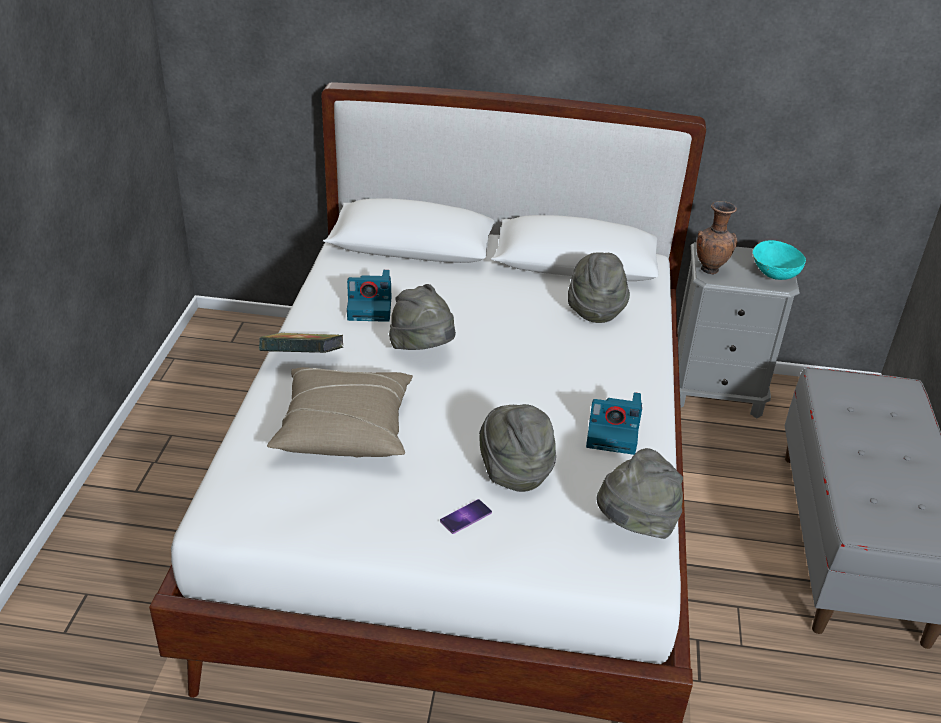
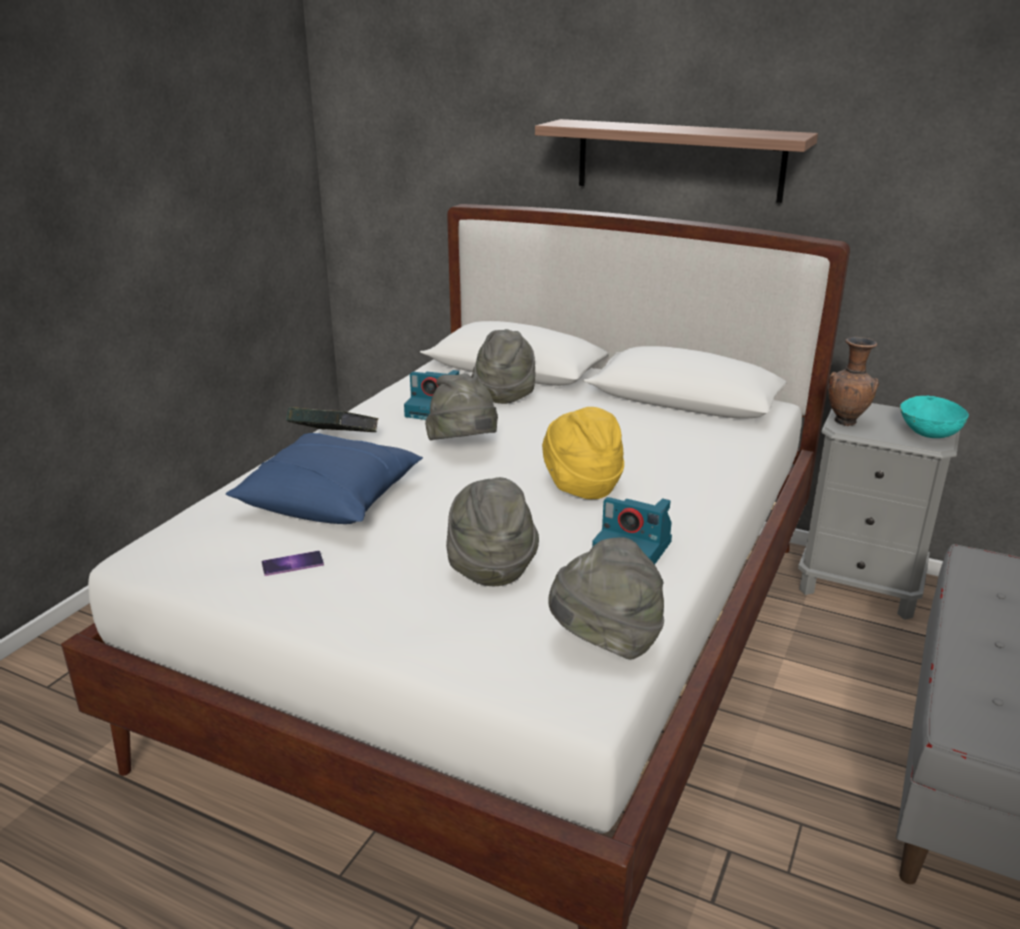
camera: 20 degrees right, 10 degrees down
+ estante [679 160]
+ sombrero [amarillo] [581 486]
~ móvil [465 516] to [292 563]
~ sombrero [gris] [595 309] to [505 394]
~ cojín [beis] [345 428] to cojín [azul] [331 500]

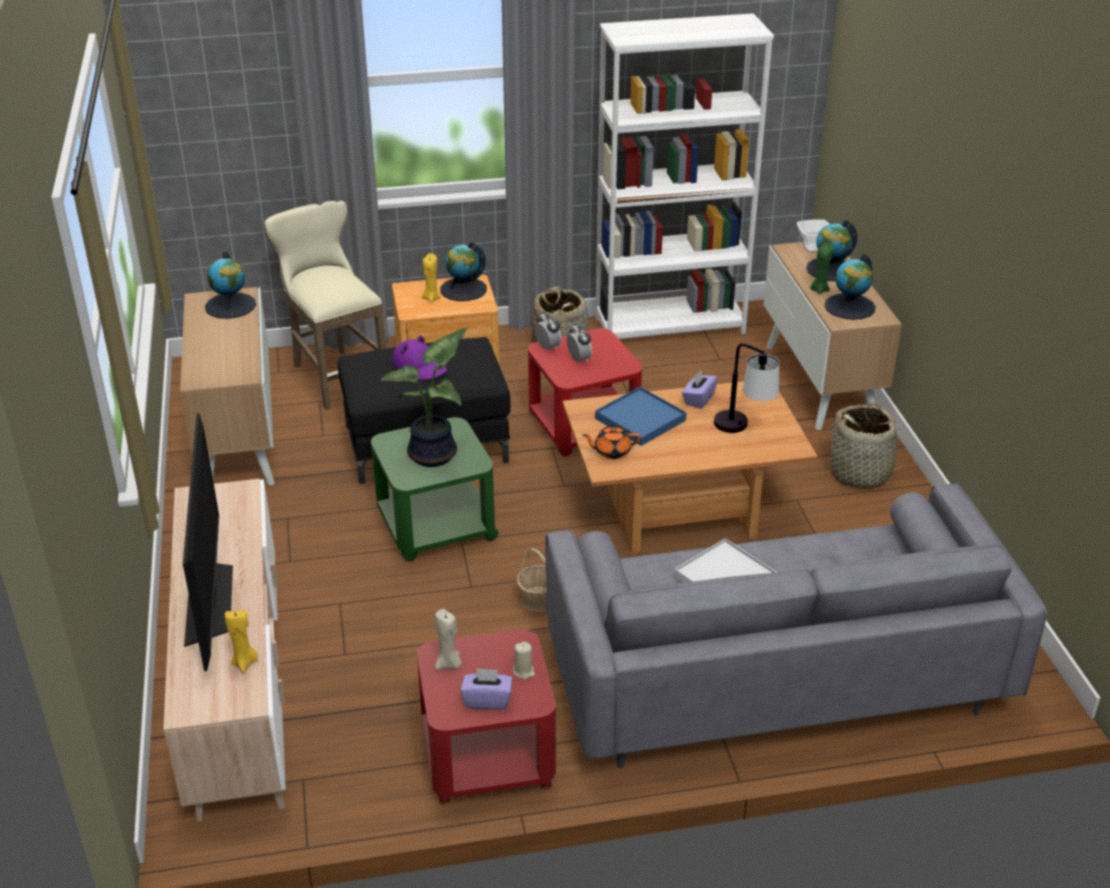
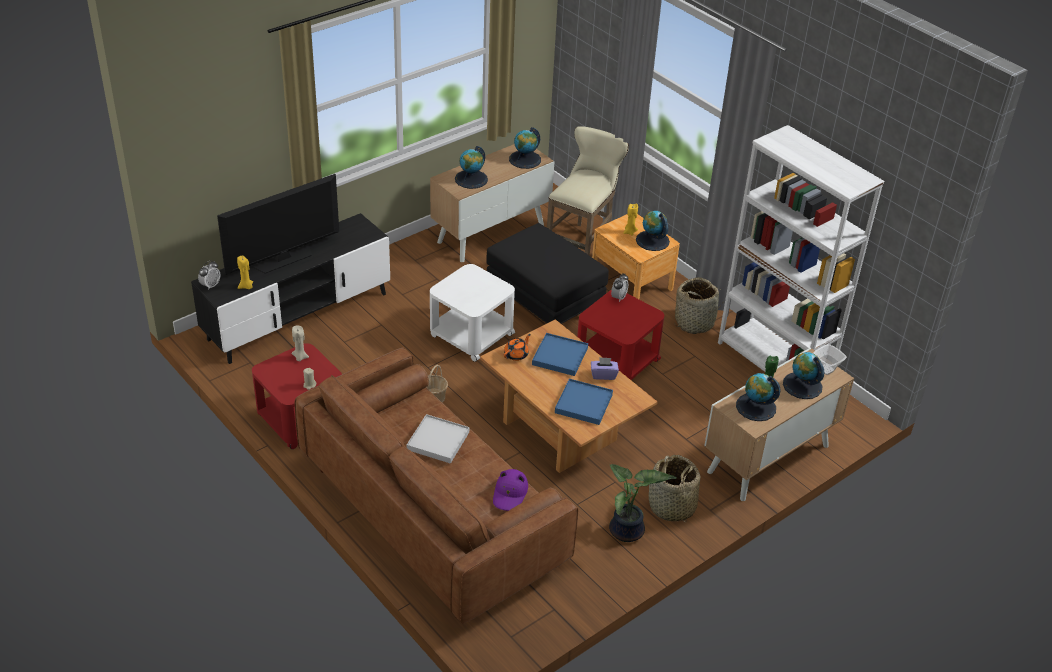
camera: 60 degrees right, 5 degrees up
- caja de pañuelos [morado] [487 700]
+ globo terráqueo [471 179]
~ planta en maceta [436 455] to [628 532]
~ sombrero [morado] [419 366] to [510 493]
~ despertador [579 360] to [210 285]
~ lámpara de mesa [743 430] to bandeja [azul] [583 404]
~ mueble de televisión [beis] [238 688] to mueble de televisión [negro] [298 316]
~ mesa auxiliar [verde] [435 525] to mesa auxiliar [blanco] [471 334]
~ sofá [gris] [774 676] to sofá [marrón] [432 515]
~ tetera [naranja] [611 451] = [516 354] 75 degrees clockwise

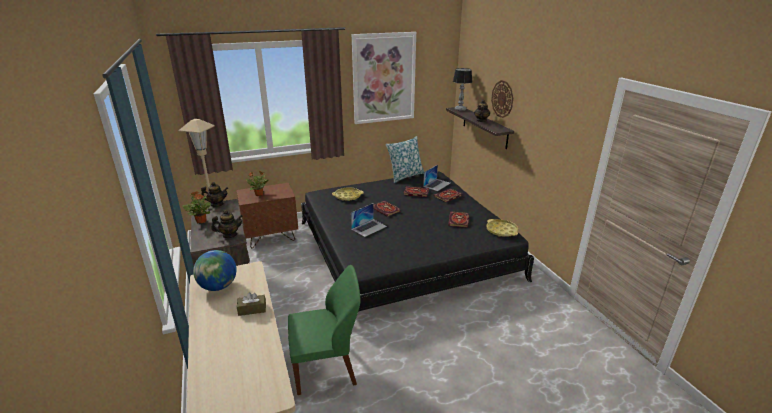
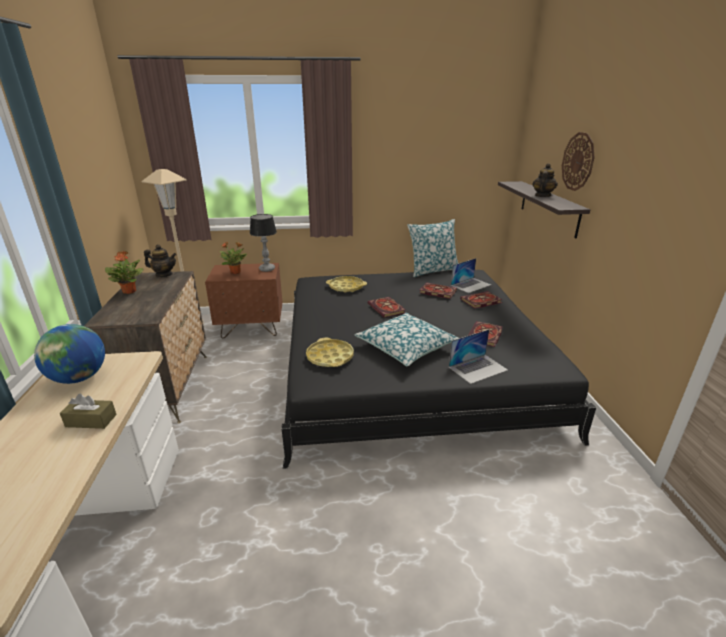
camera: 15 degrees right, 0 degrees up
- tetera [229 235]
- silla [verde] [327 368]
- cuadro [384 78]
+ cojín [405 347]
~ portátil [369 227] to [478 368]
~ lámpara de mesa [460 109] to [267 269]
~ bandeja [amarillo] [501 231] to [330 357]

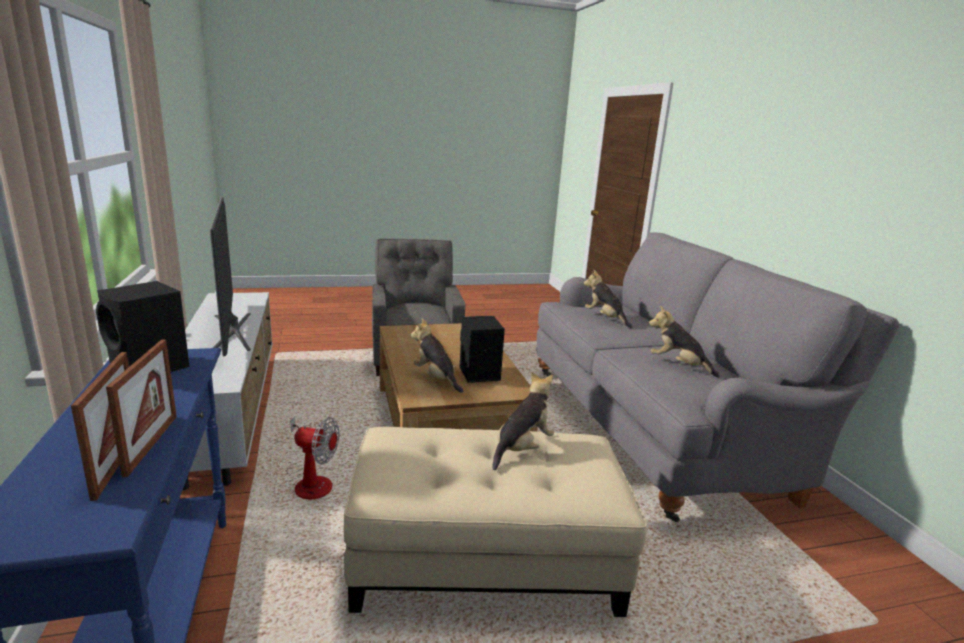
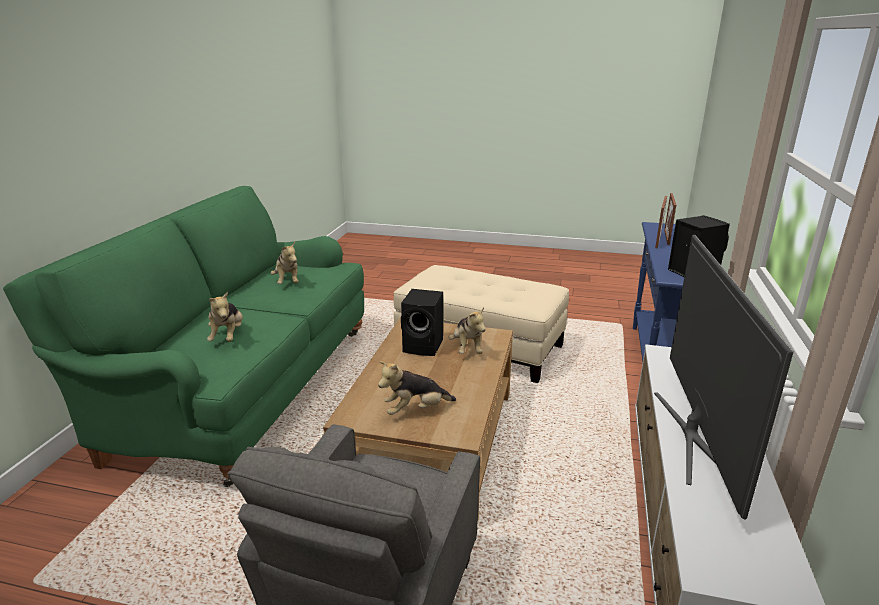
camera: 150 degrees left, 5 degrees up
- ventilador [310 481]
~ peluche [522 448] to [415 410]
~ sofá [gris] [658 428] to sofá [verde] [240 388]

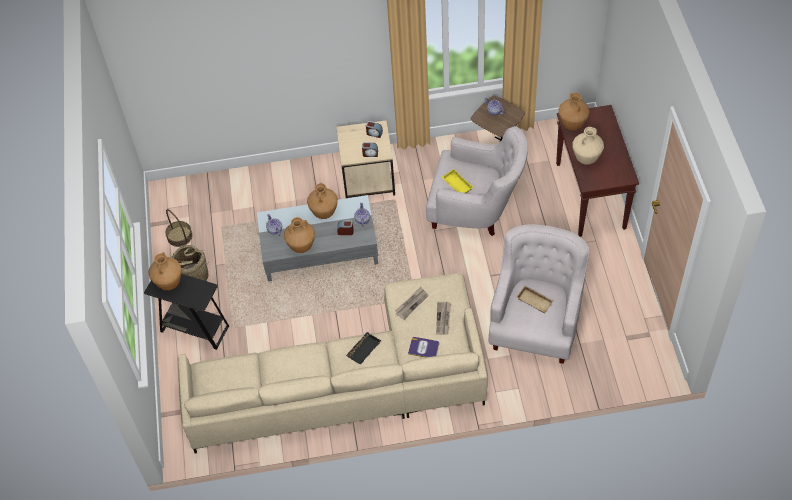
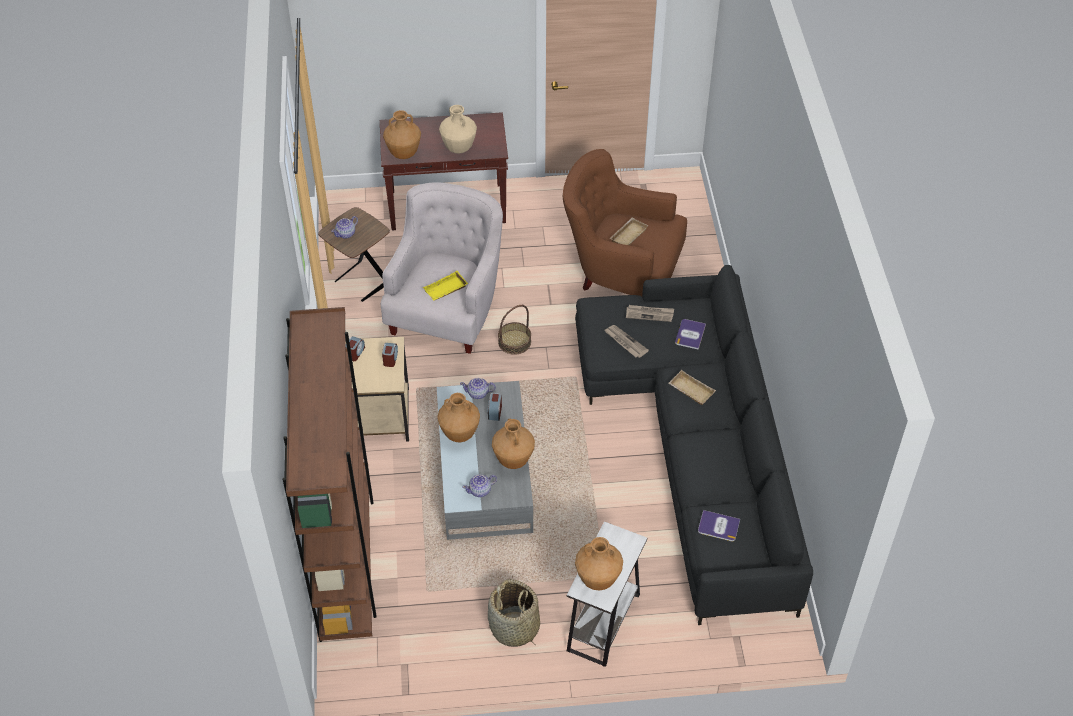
camera: 90 degrees left, 5 degrees down
+ estantería [marrón] [346 559]
+ libro [718 526]
~ cesta [179 236] to [514 342]
~ mesa auxiliar [negro] [194 329] to mesa auxiliar [blanco] [603 622]
~ sofá [beis] [351 382] to sofá [negro] [695 446]
~ bandeja [negro] [363 349] to bandeja [beis] [690 391]
~ sillón [blanco] [536 322] to sillón [marrón] [621 270]

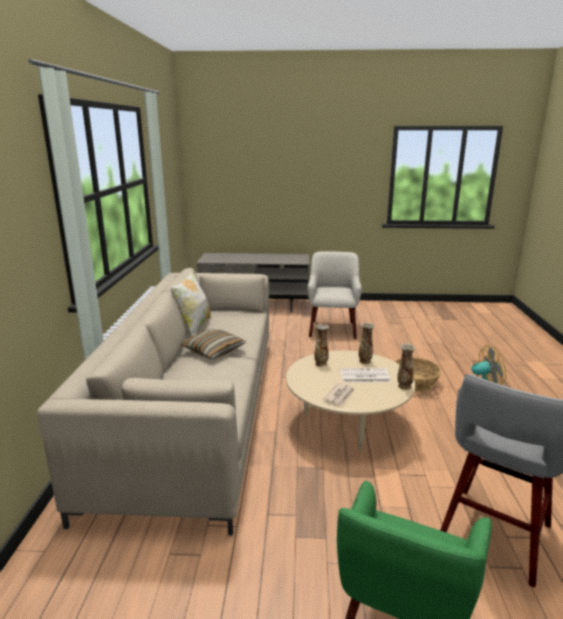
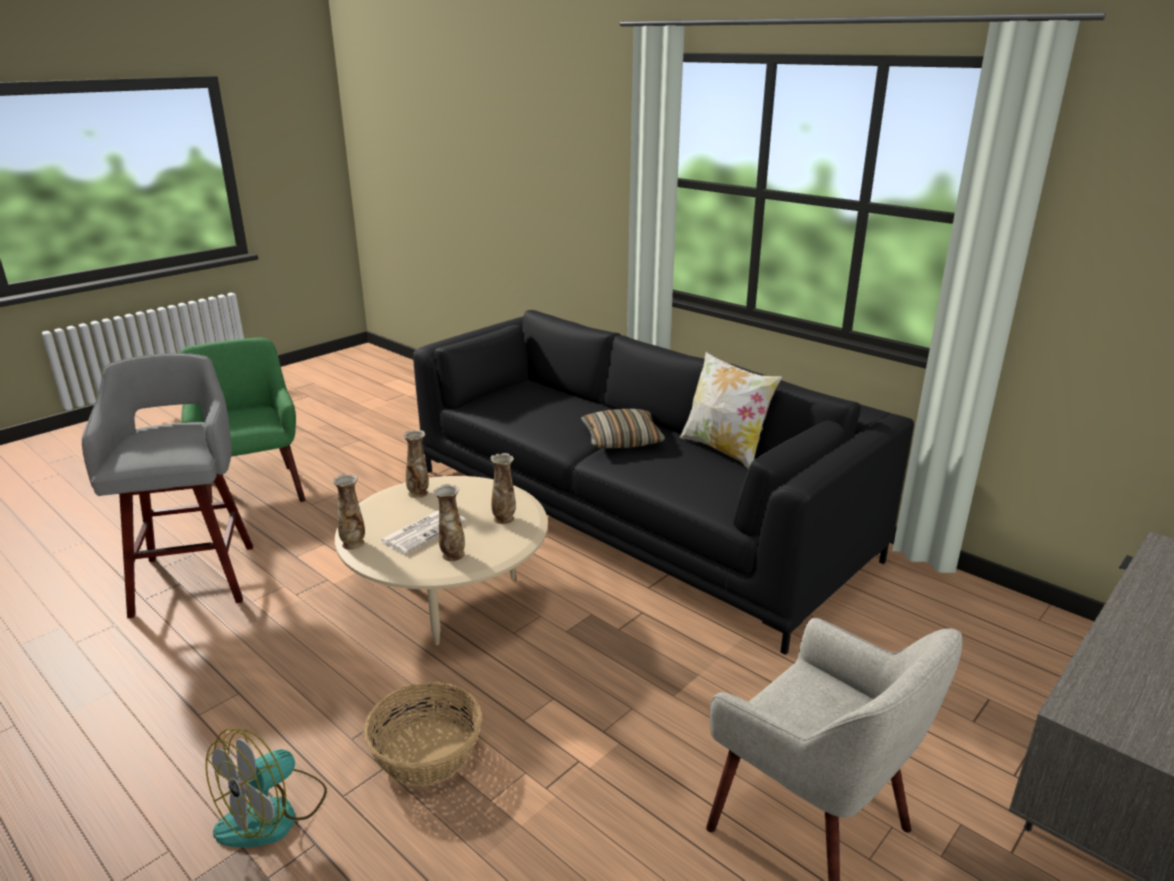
camera: 130 degrees right, 5 degrees up
~ periódico [340 396] to florero [418 493]
~ sofá [beis] [195 411] to sofá [negro] [633 513]

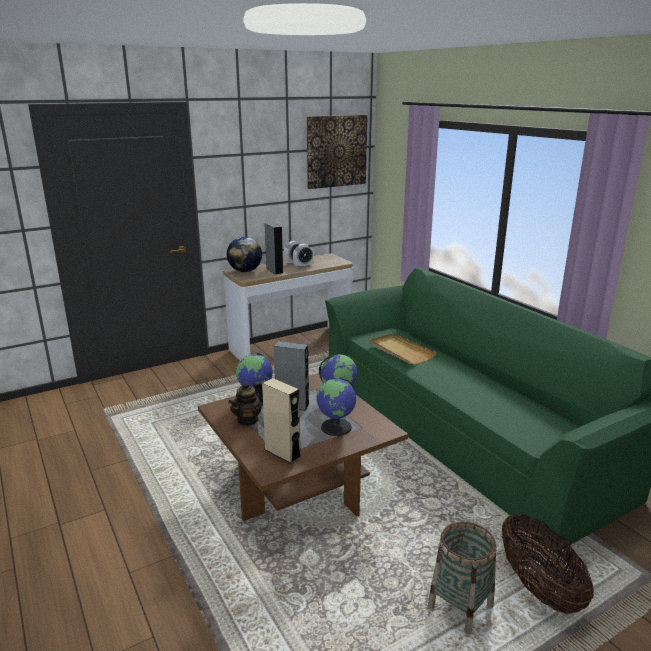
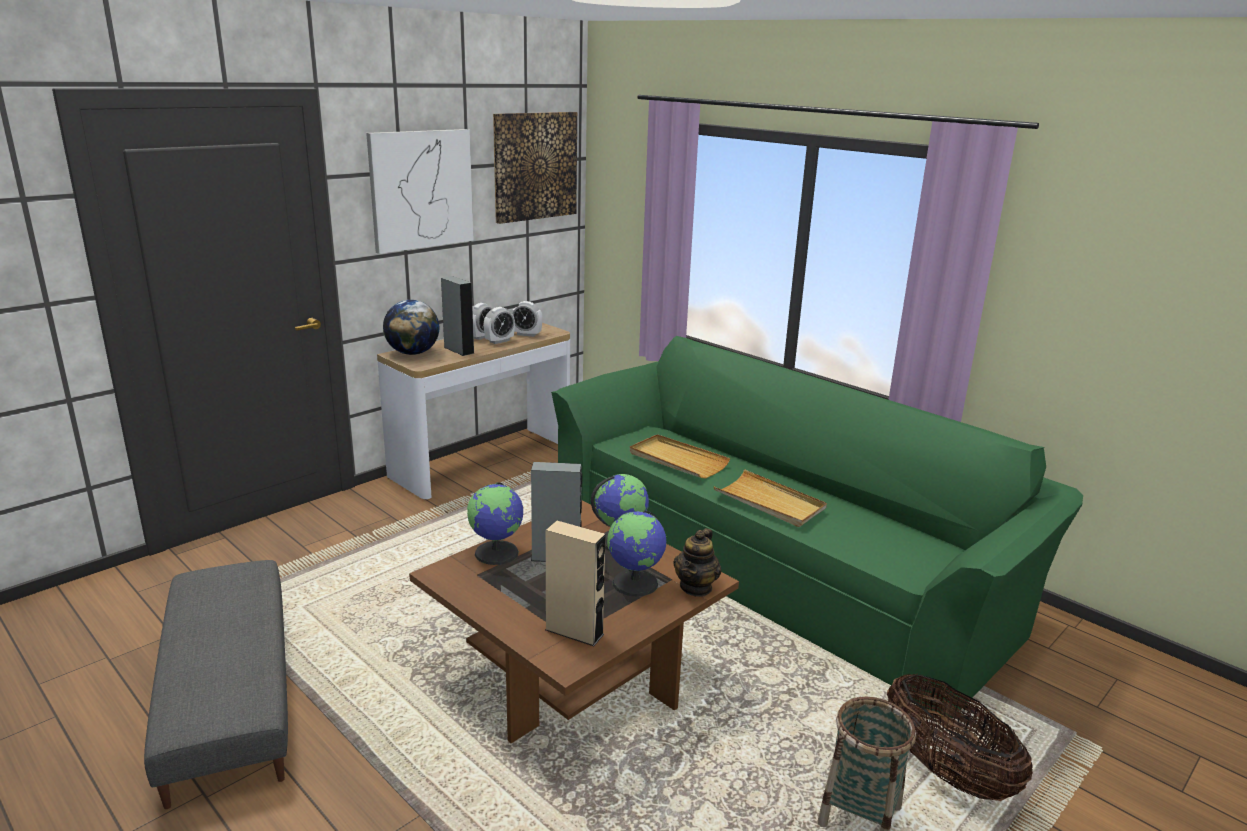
camera: 15 degrees left, 0 degrees up
+ puf [gris] [228 693]
+ cuadro [421 189]
+ despertador [526 334]
+ bandeja [beis] [769 502]
~ tetera [248 420] to [696 587]

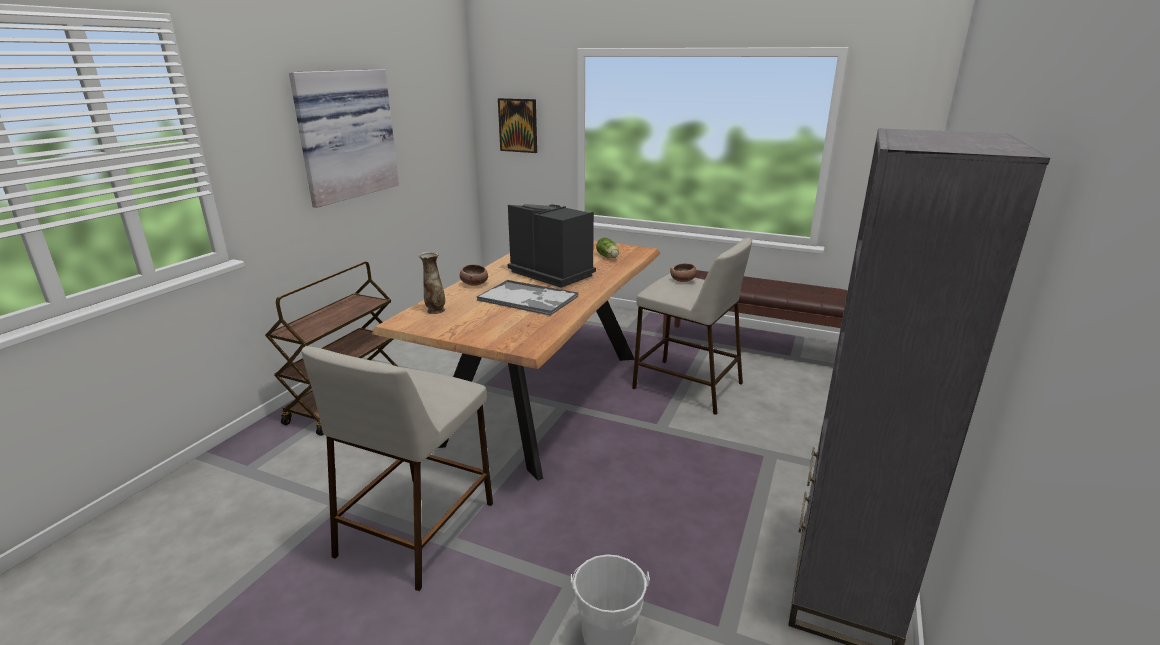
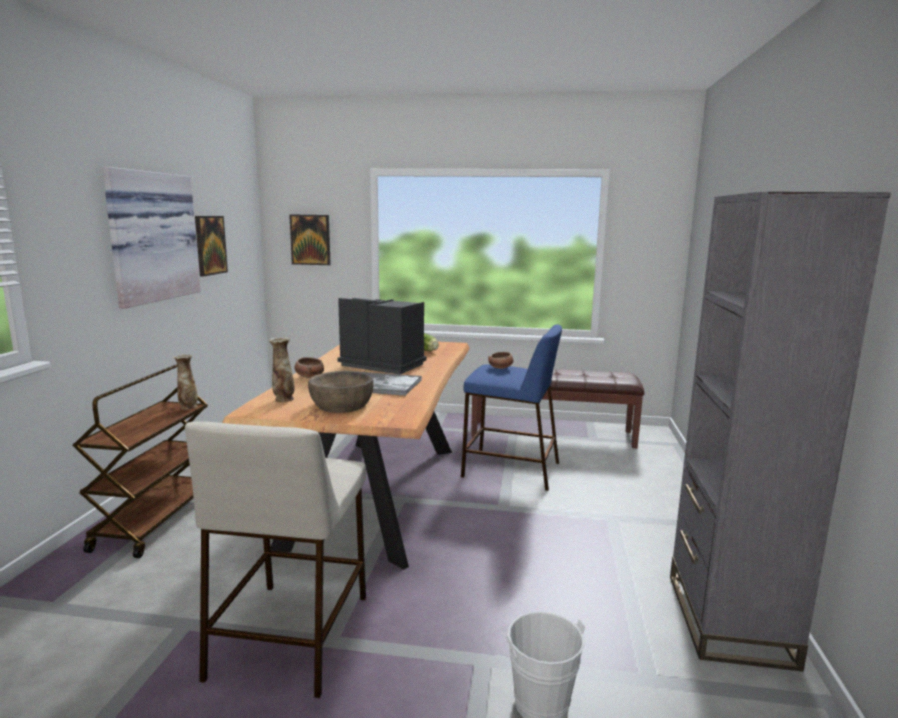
camera: 15 degrees left, 10 degrees down
+ florero [188 407]
+ cuadro [210 245]
+ cuenco [marrón] [341 405]
~ taburete [beis] [686 385] to taburete [azul] [509 469]

